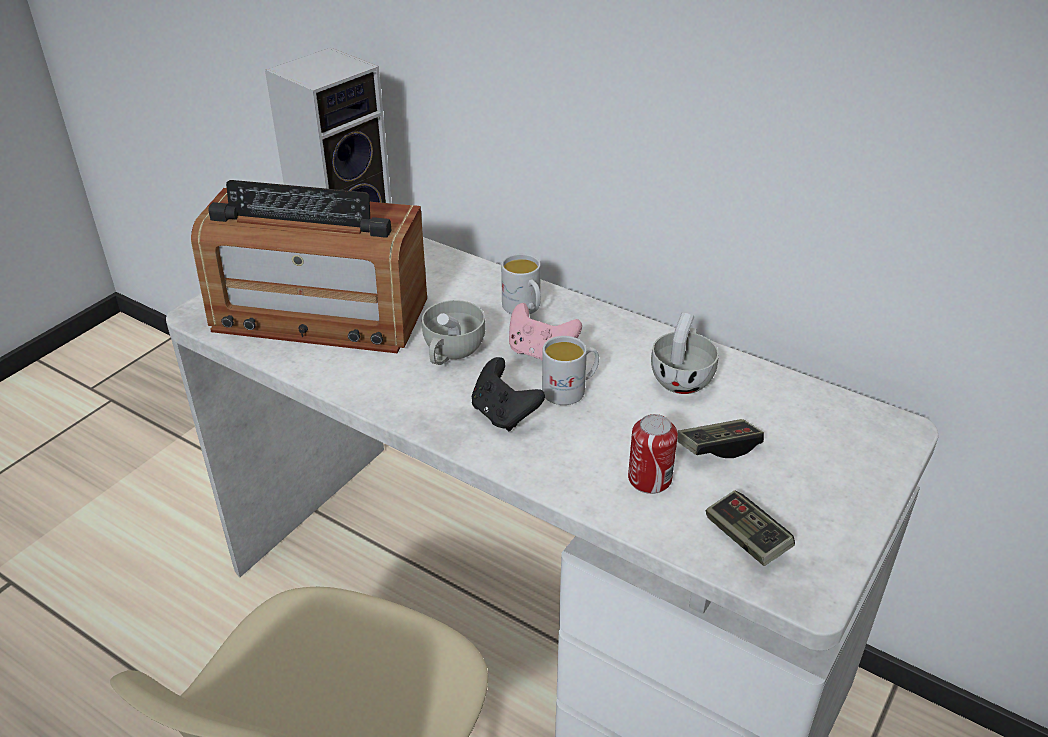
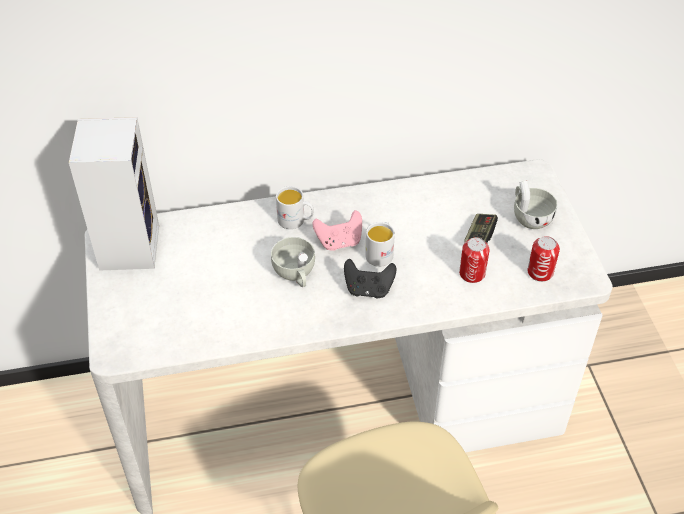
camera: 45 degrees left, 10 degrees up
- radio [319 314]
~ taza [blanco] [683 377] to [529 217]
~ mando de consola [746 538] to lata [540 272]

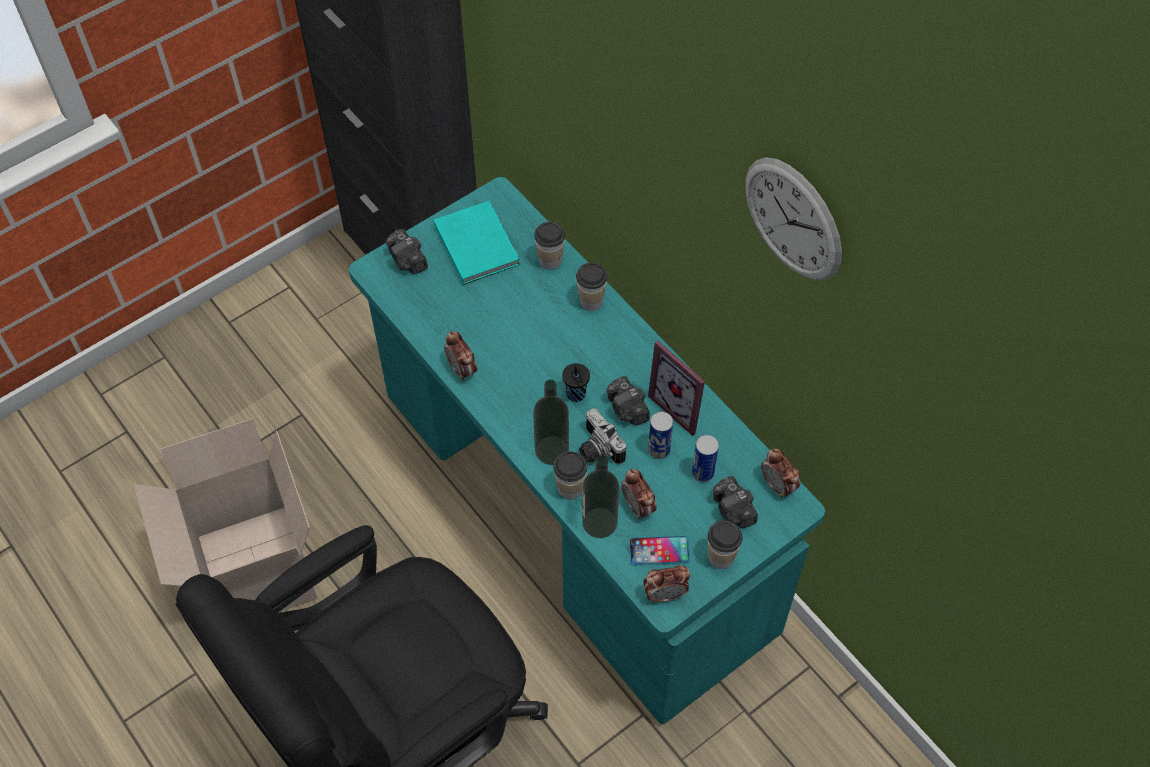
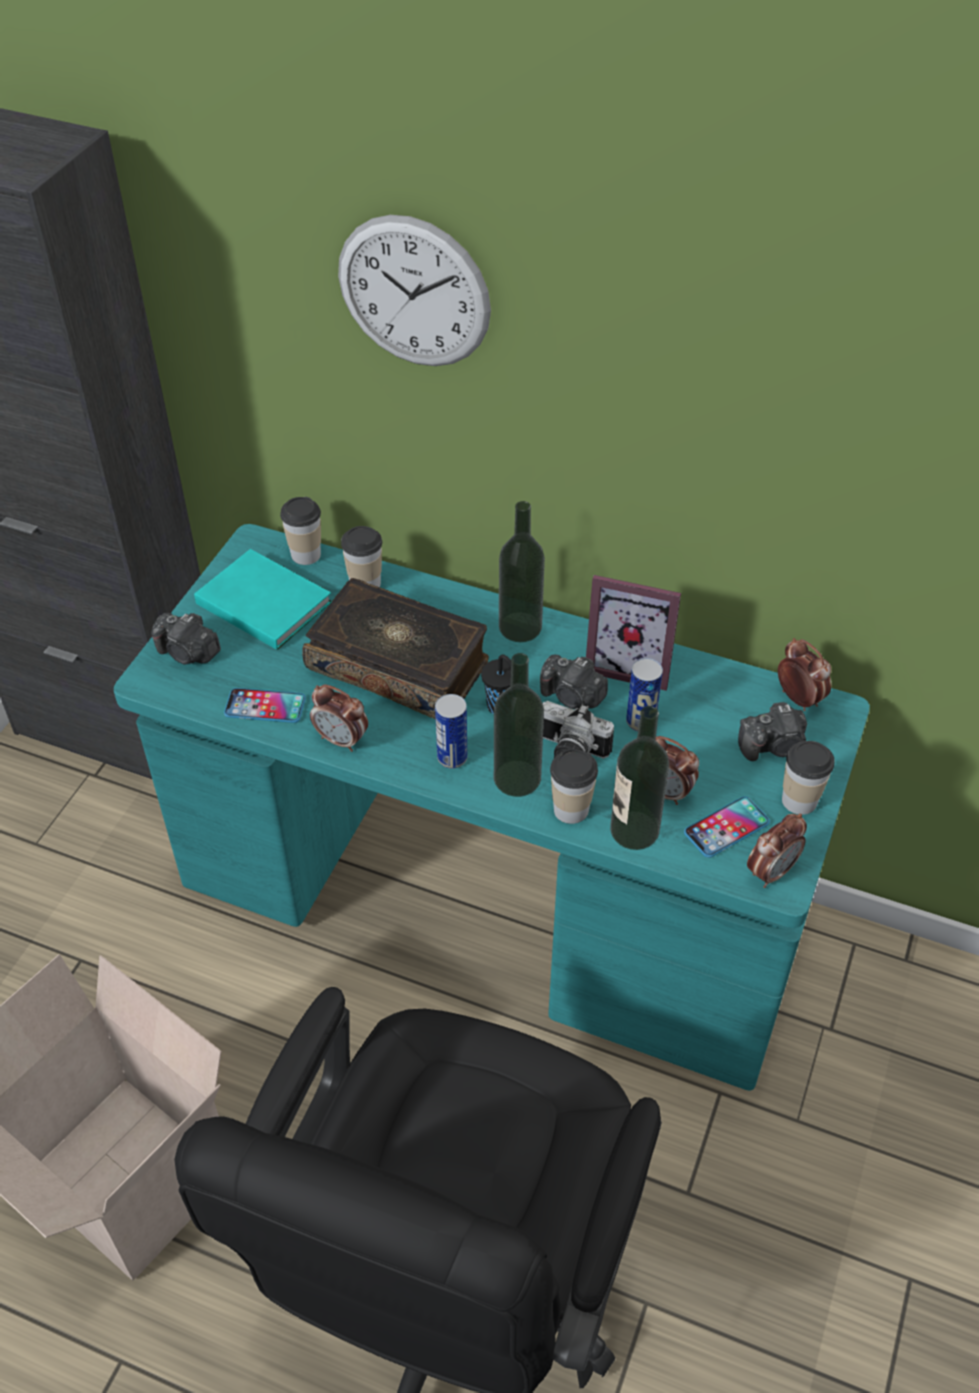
camera: 30 degrees left, 10 degrees down
+ móvil [265 706]
+ libro [399 664]
+ botella [520 627]
~ taza [591 301] to [305 554]
~ lata [703 473] to [452 758]
~ reloj de pared [793 219] to [413 292]
~ cámara [733 511] = [773 746] 45 degrees counterclockwise
~ despertador [778 486] = [798 698] 150 degrees counterclockwise

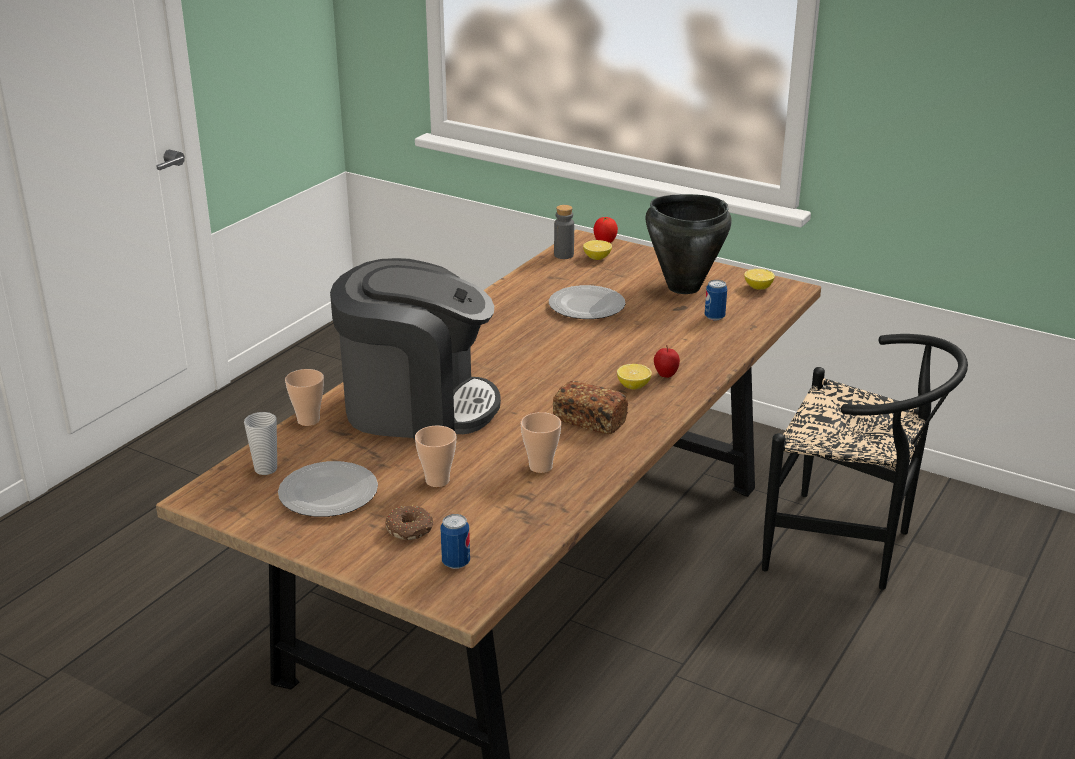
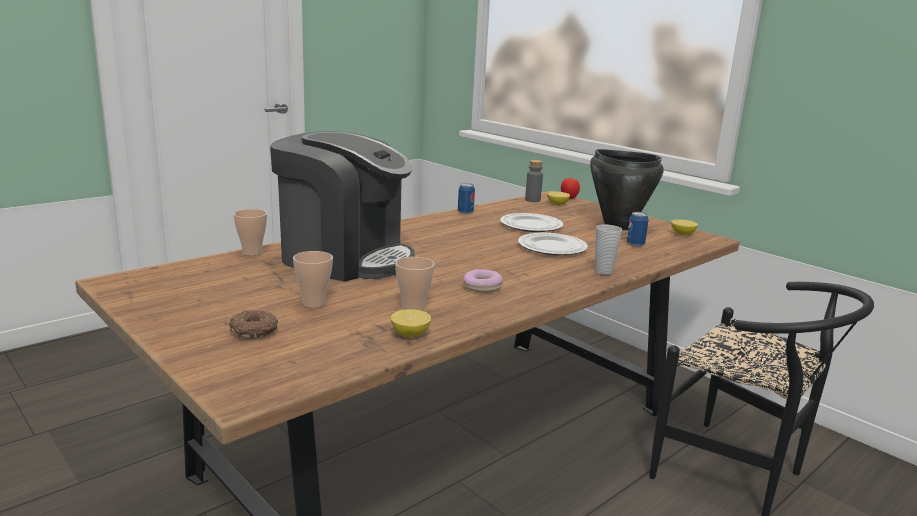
camera: 15 degrees right, 10 degrees down
- manzana [665 375]
~ taza [266 469] to [603 272]
~ plato [328 492] to [552 247]
~ lata [456 562] to [465 212]
~ limón [633 386] to [410 334]
~ pan [589 420] to rosquilla [482 287]

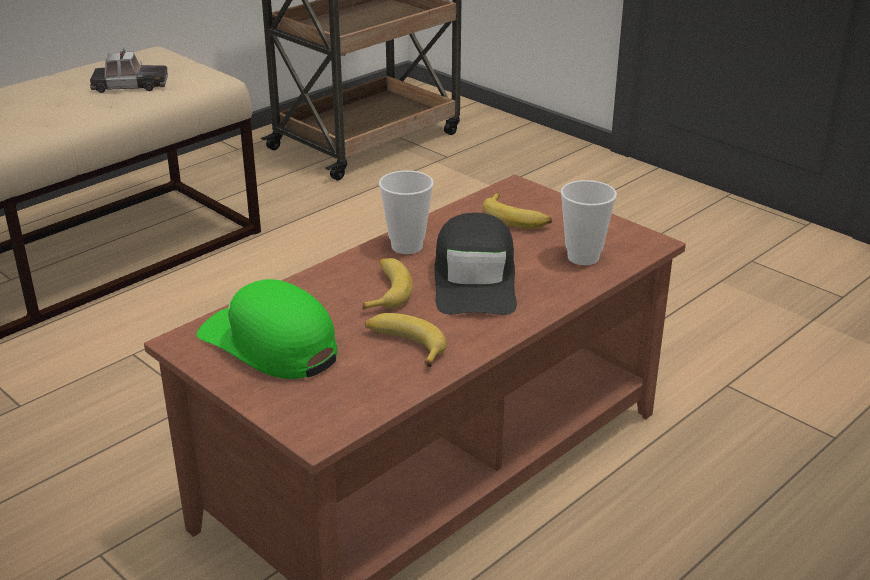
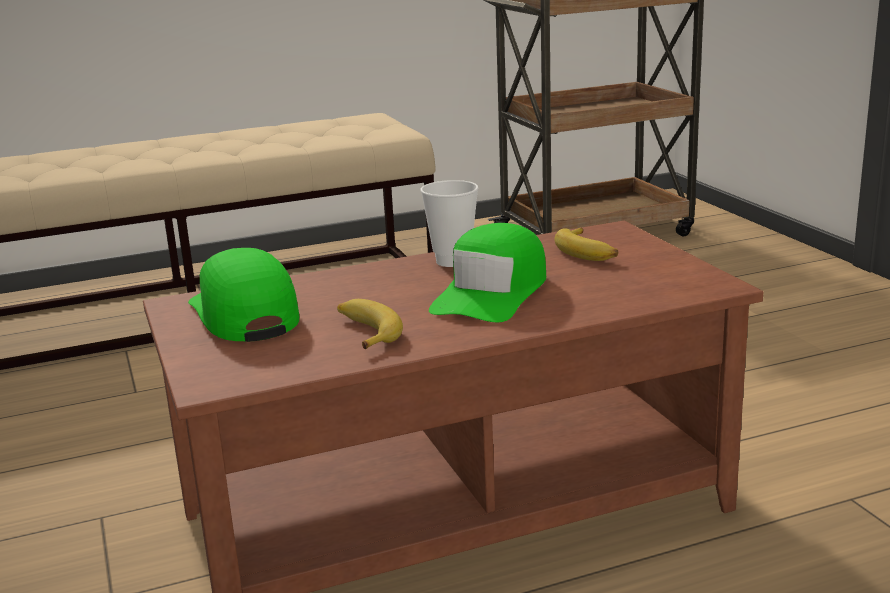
camera: 25 degrees right, 10 degrees down
- coche de juguete [130 85]
- plátano [386 291]
- taza [583 257]
~ gorra [negro] [475 280] to gorra [verde] [492 293]

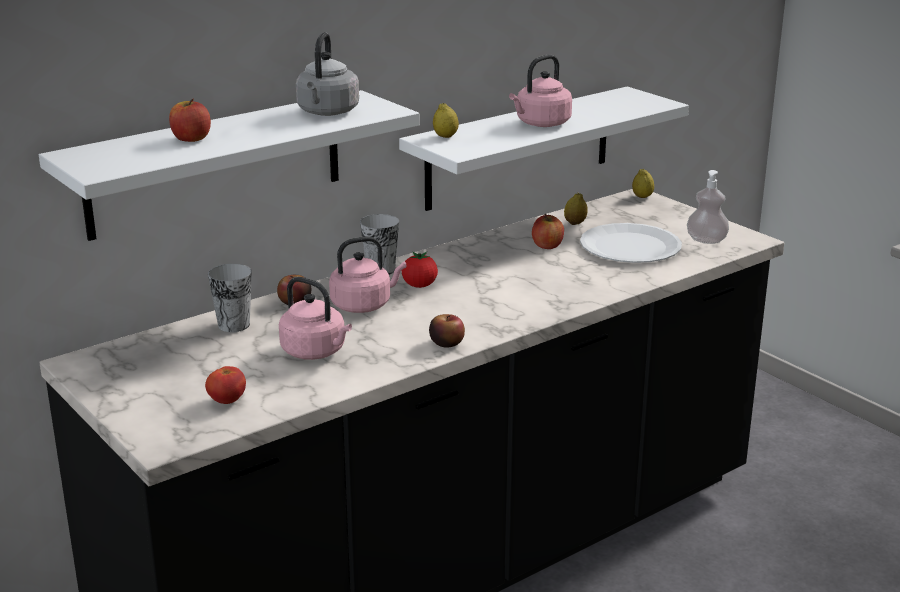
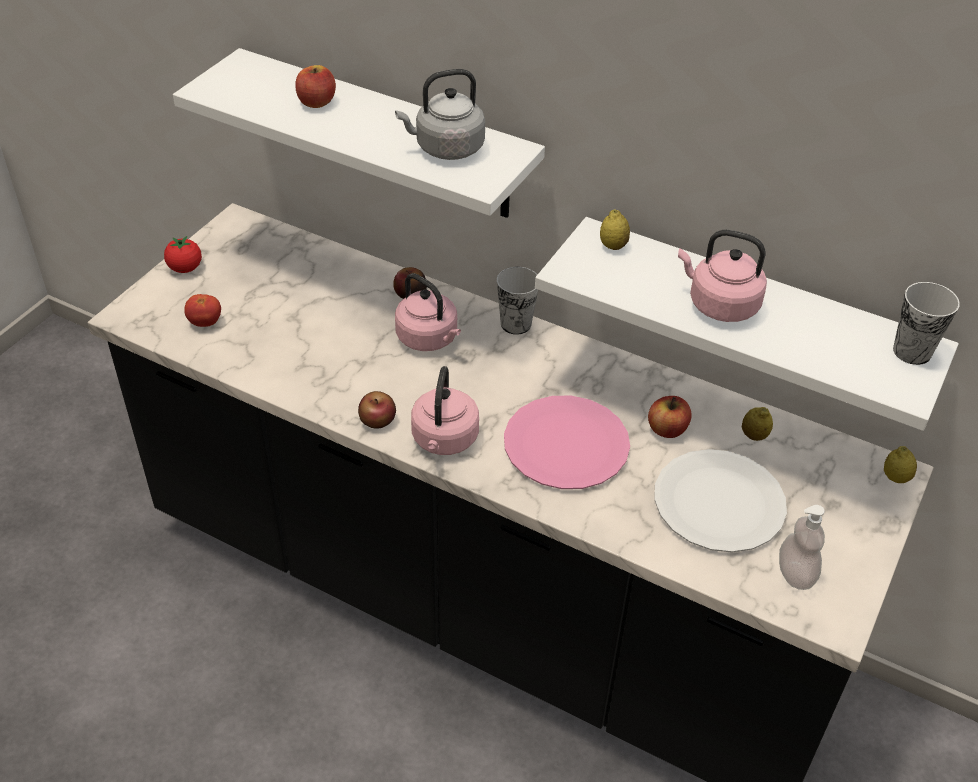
camera: 65 degrees right, 20 degrees up
+ plato [rosa] [566 444]
~ taza [234 325] to [912 351]
~ hervidor [rosa] [316 352] to [444 440]
~ tomate [419 285] to [185 268]

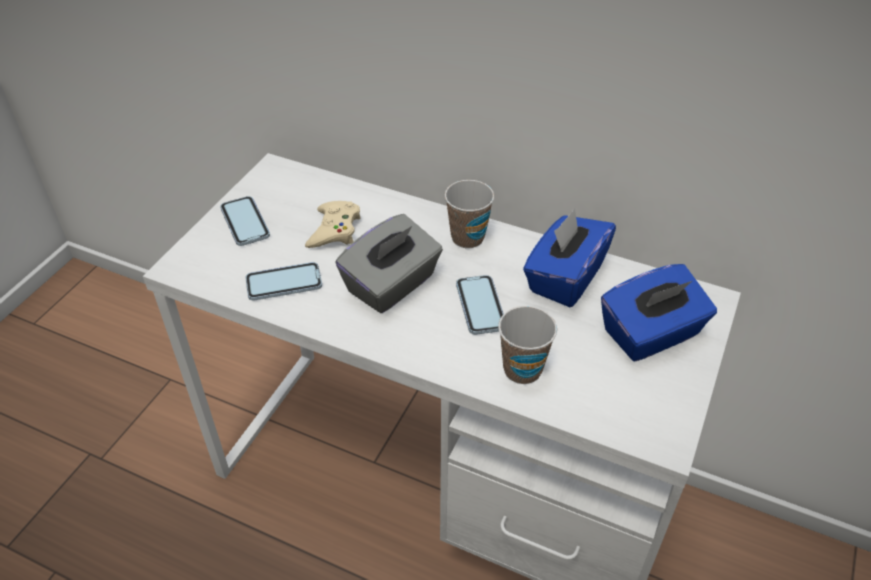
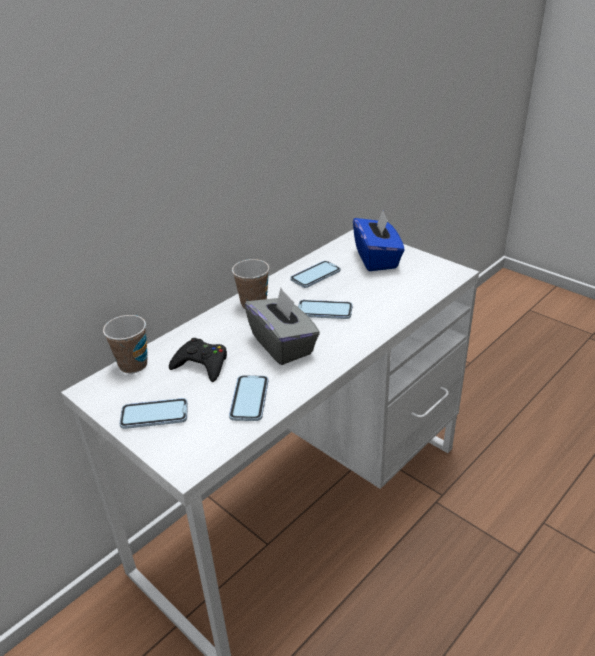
camera: 70 degrees left, 10 degrees down
~ taza [522 370] to [133 365]
~ caja de pañuelos [azul] [565 278] to móvil [315 276]
~ mando de consola [beis] [334 230] to mando de consola [negro] [202 364]

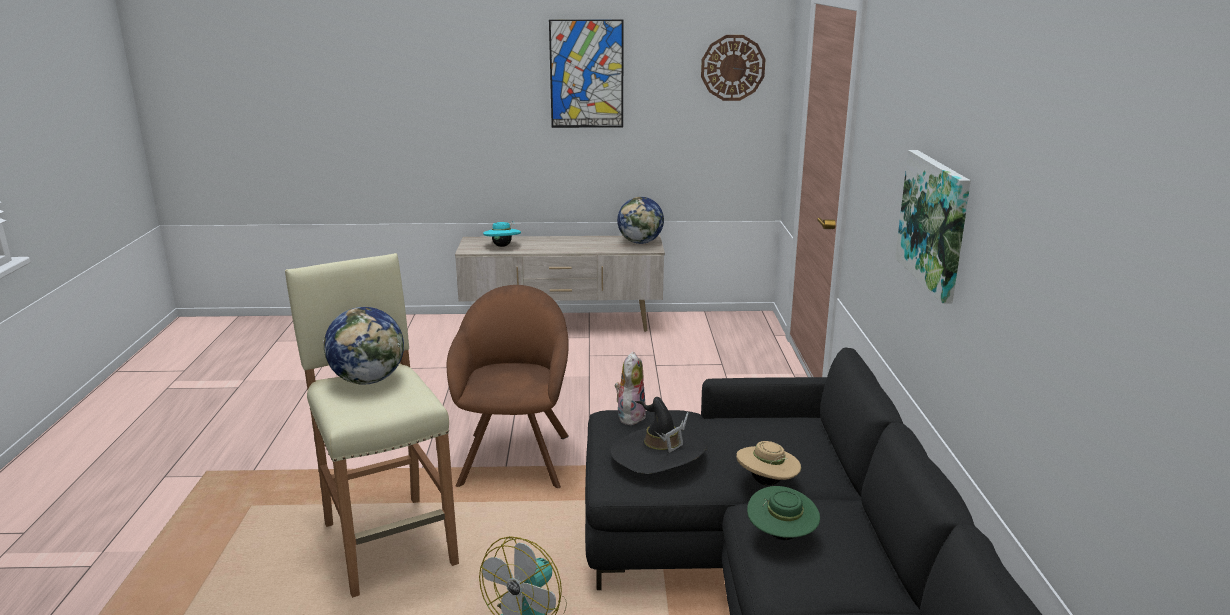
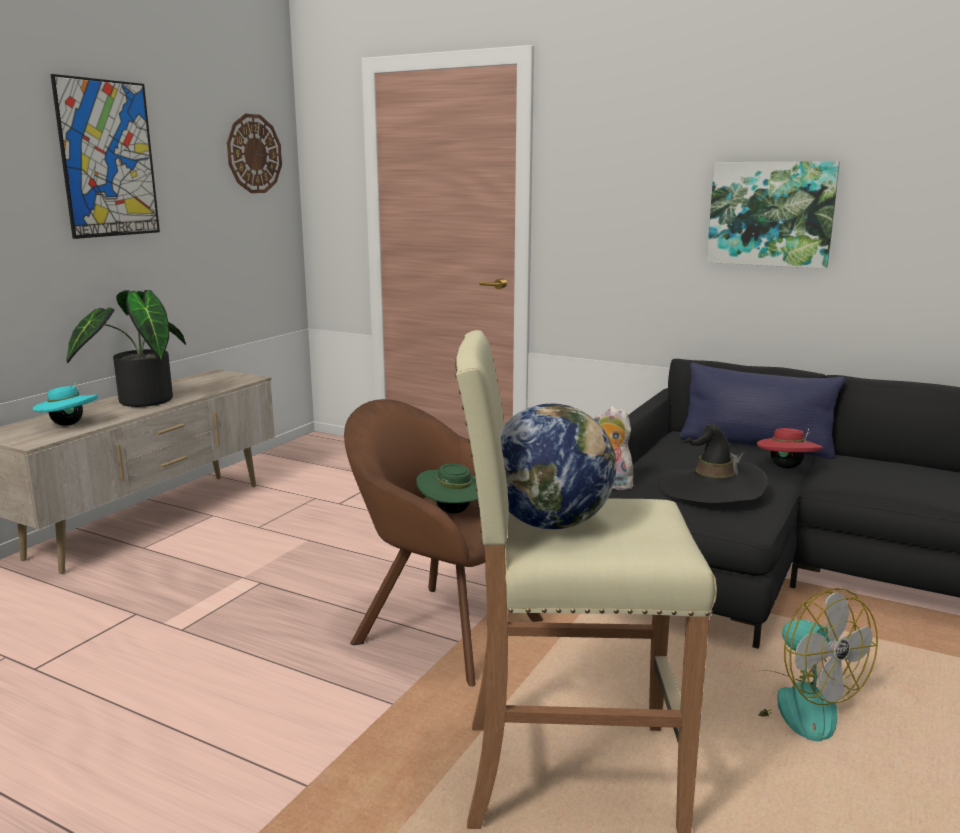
camera: 60 degrees left, 5 degrees down
- globo terráqueo [640 242]
+ planta en maceta [139 401]
+ cojín [azul] [755 445]
~ sombrero [verde] [781 536] to [453 512]
~ sombrero [beis] [767 483] to sombrero [rojo] [786 467]

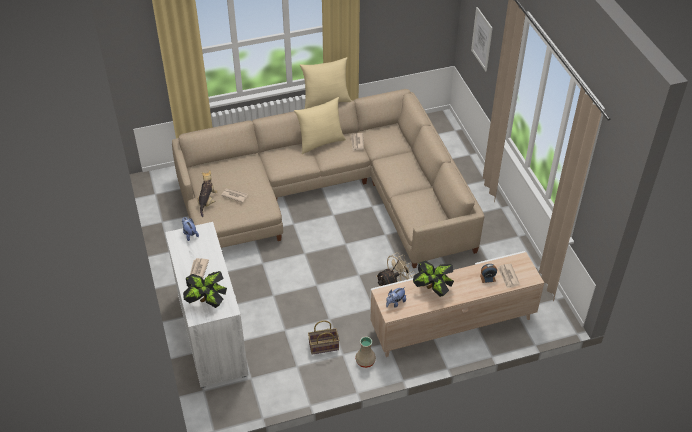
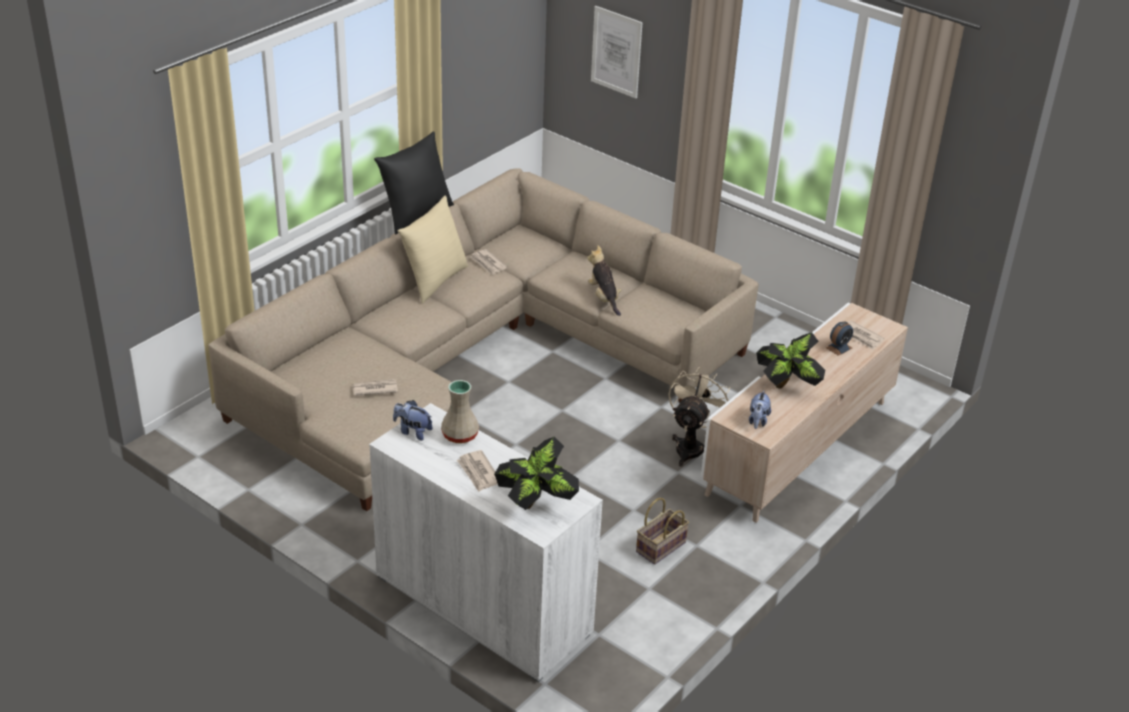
camera: 35 degrees left, 10 degrees down
~ peluche [207 202] to [604 298]
~ florero [beis] [365 361] to [460 436]
~ cojín [beis] [326 101] to cojín [negro] [415 215]

